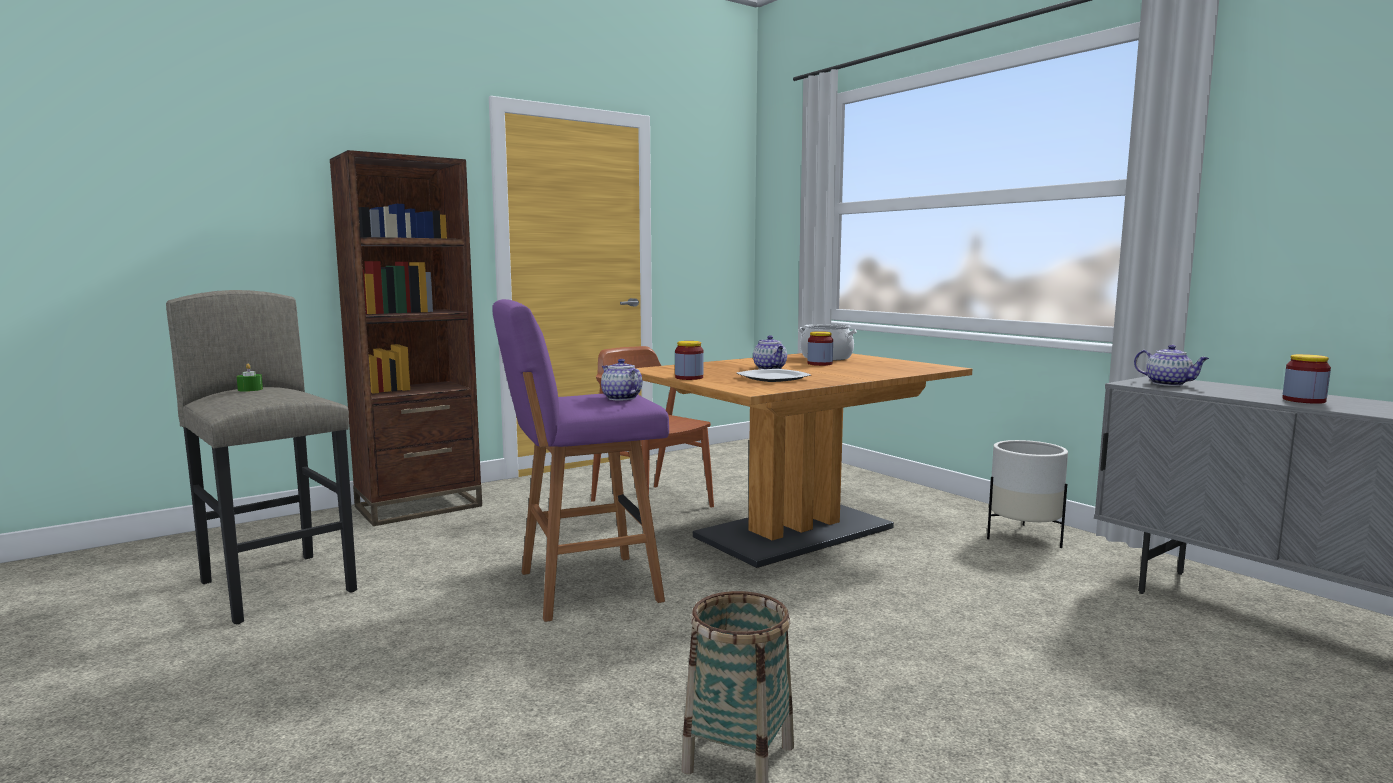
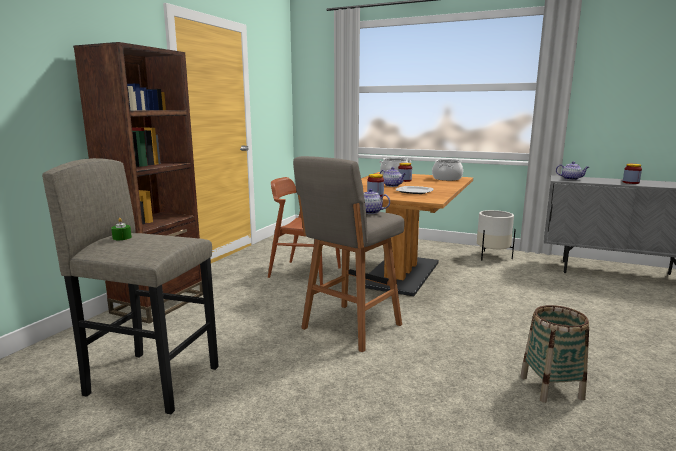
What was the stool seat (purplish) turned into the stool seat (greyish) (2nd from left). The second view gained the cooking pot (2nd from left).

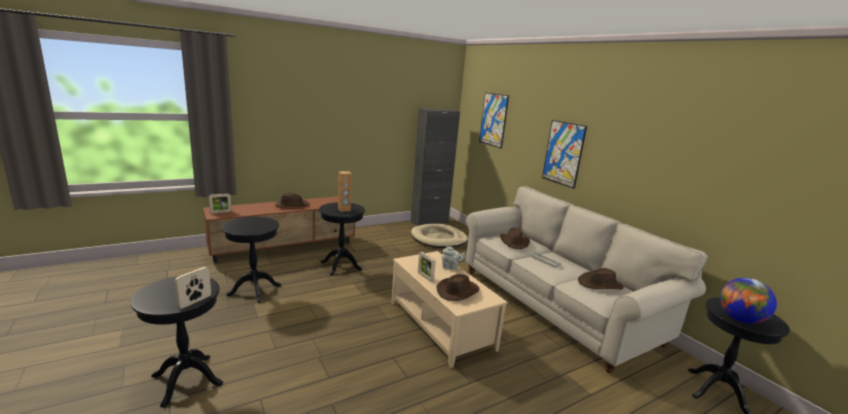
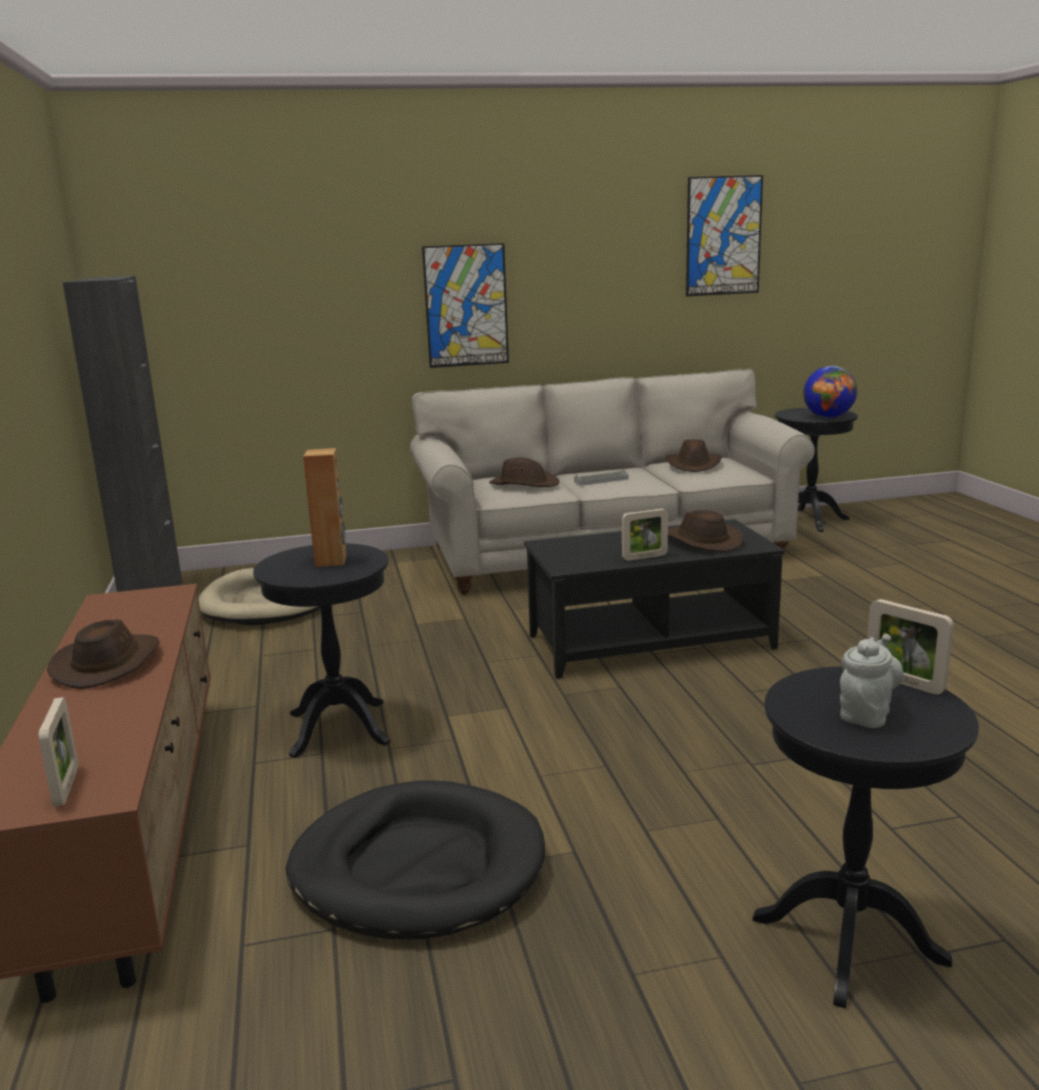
Where the accent table (black) (2nd from left) stood, the dog cushion (black) came to stand. What was the low table (beige-coloured) turned into the low table (black). The tea pot (greyish) ended up elsewhere. The wall picture (1st from left in the first image) ended up elsewhere.

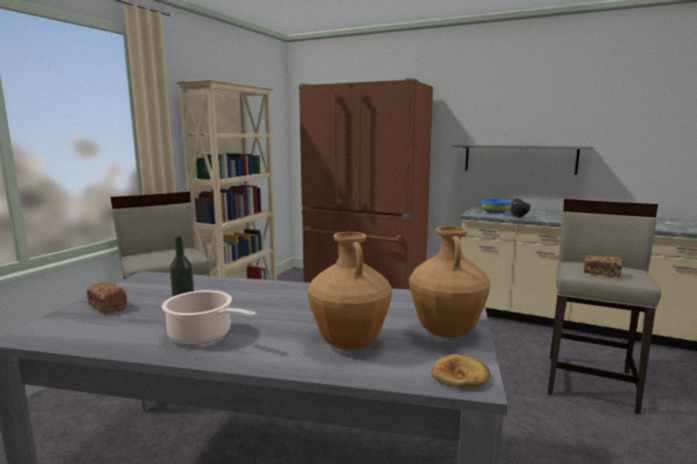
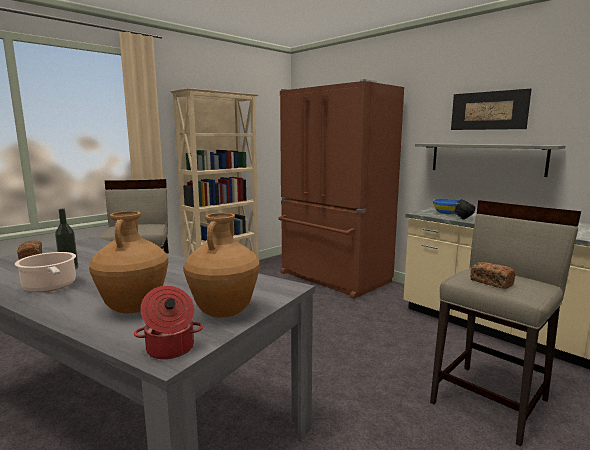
Where the baked bread (2nd from left) stood, the cooking pot (2nd from left) came to stand. The second view gained the wall picture.

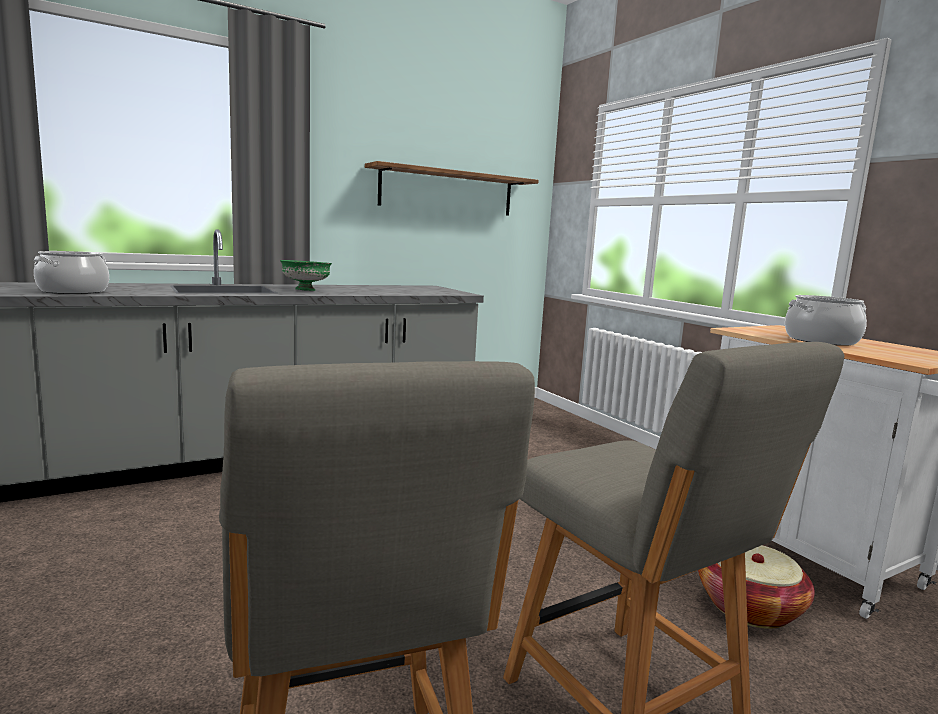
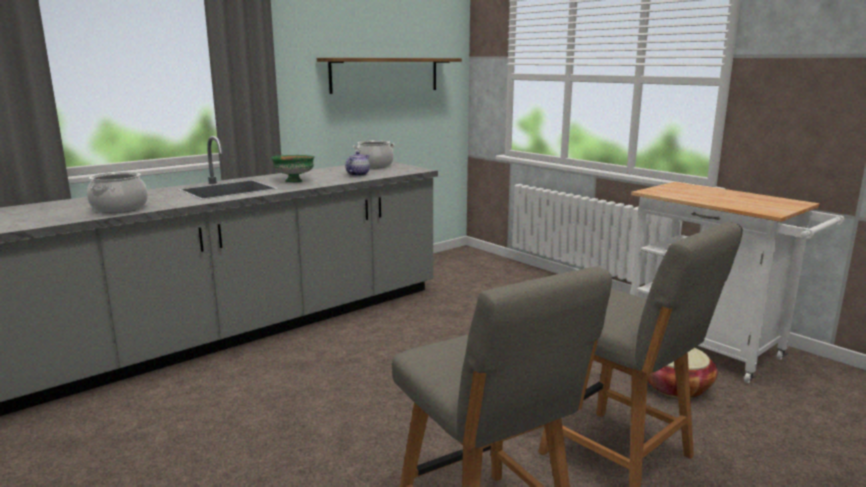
The cooking pot (2nd from left) ended up elsewhere. The second view gained the tea pot.

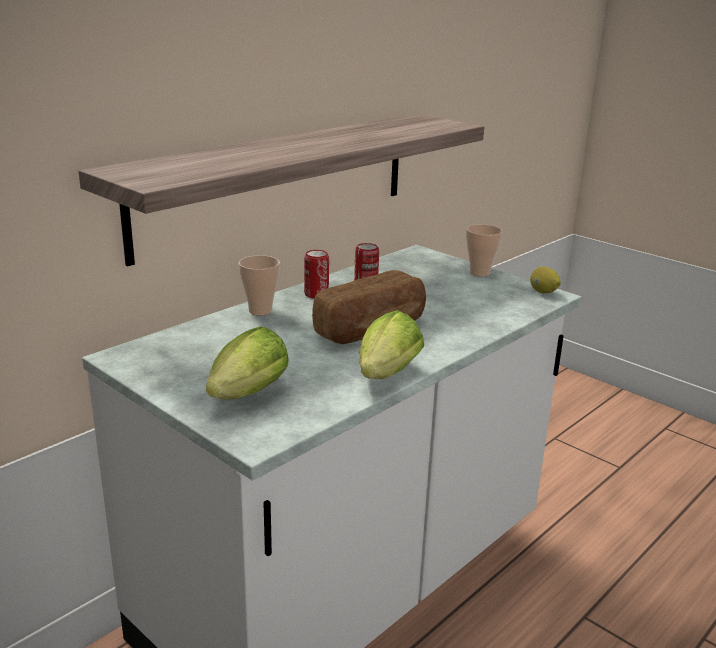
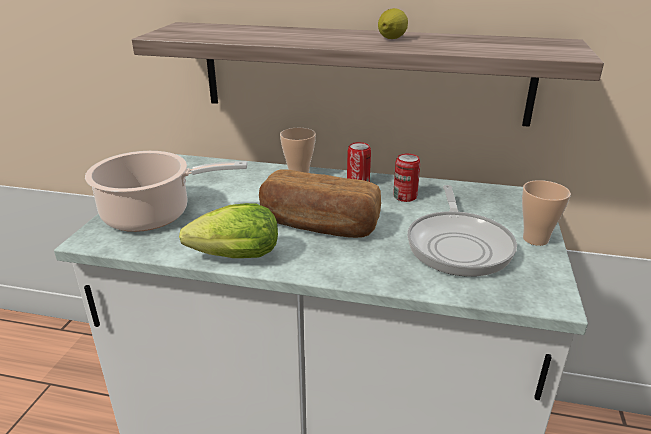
Where the lettuce head (1st from left) stood, the cooking pot came to stand. The citrus fruit ended up elsewhere. The second view gained the skillet.

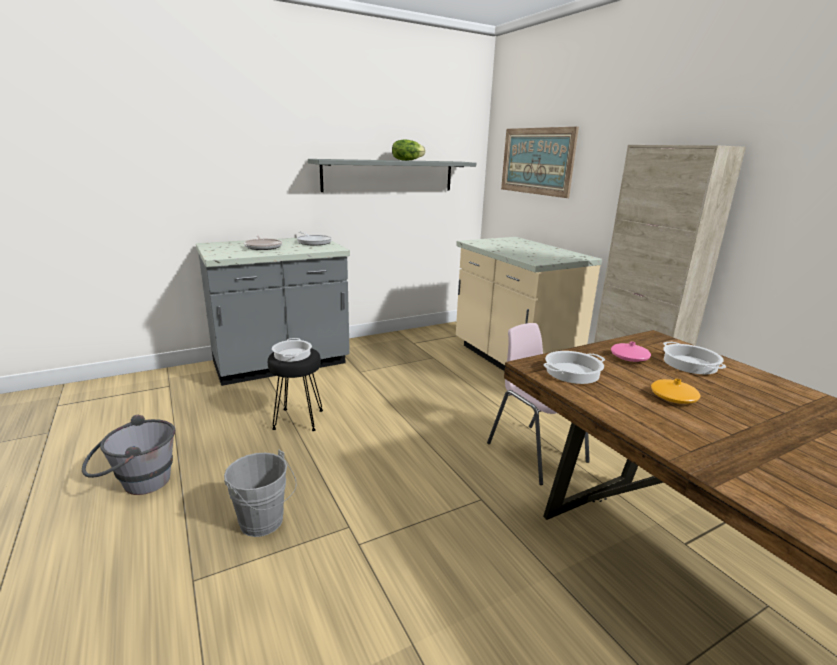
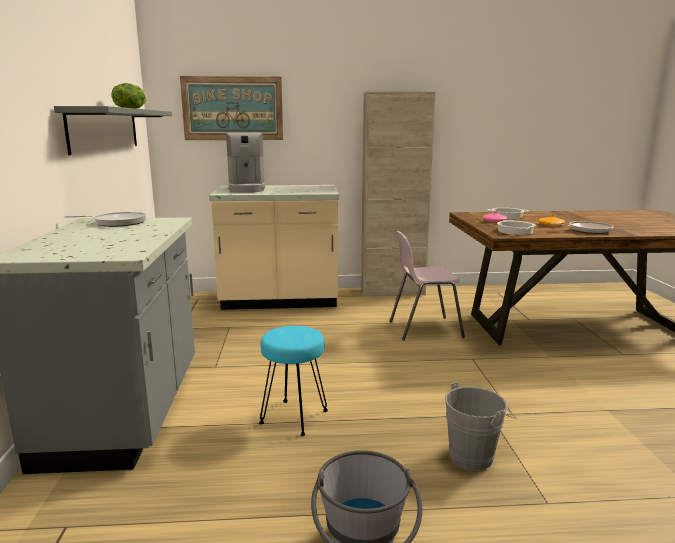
The skillet (1st from left in the first image) ended up elsewhere. What was the stool seat (black) turned into the stool seat (blue-green). The second view lost the cooking pot (1st from left). The second view gained the coffee maker.

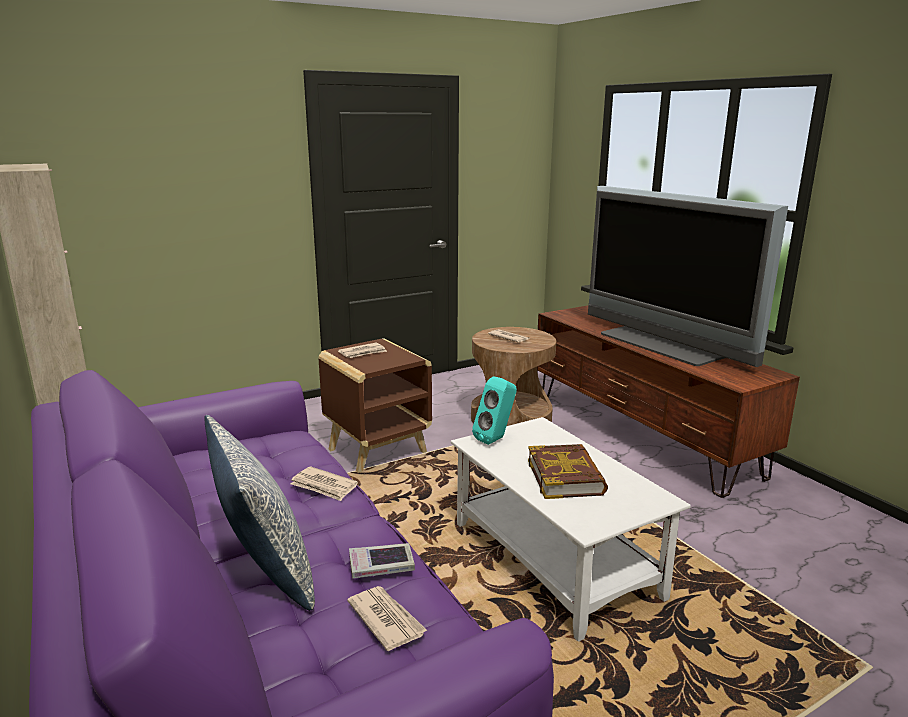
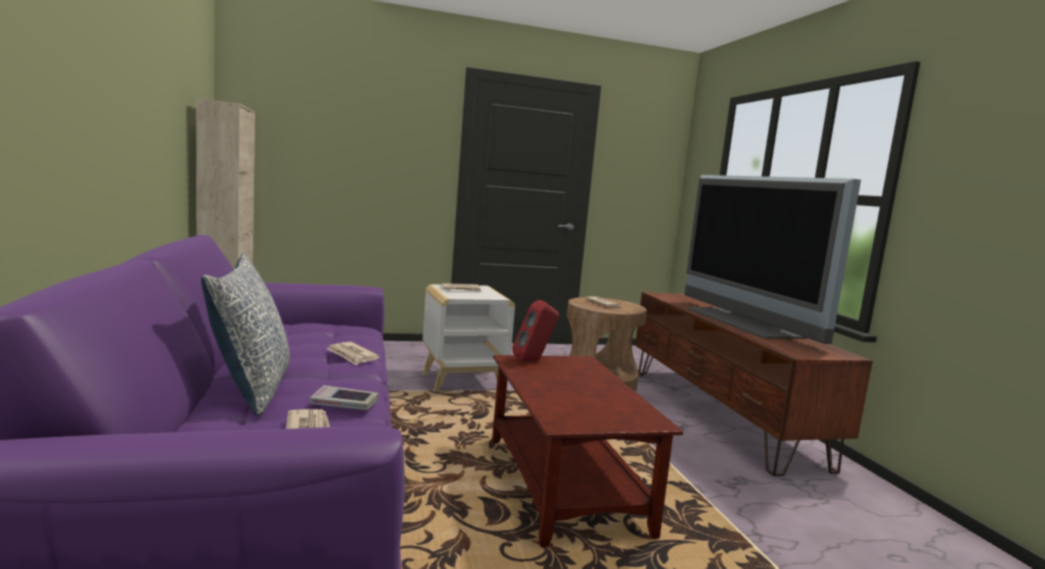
What was the accent table (brownish) (1st from left) turned into the accent table (white). What was the low table (white) turned into the low table (brownish). What was the loudspeaker (blue-green) turned into the loudspeaker (reddish). The second view lost the volume (2nd from left).

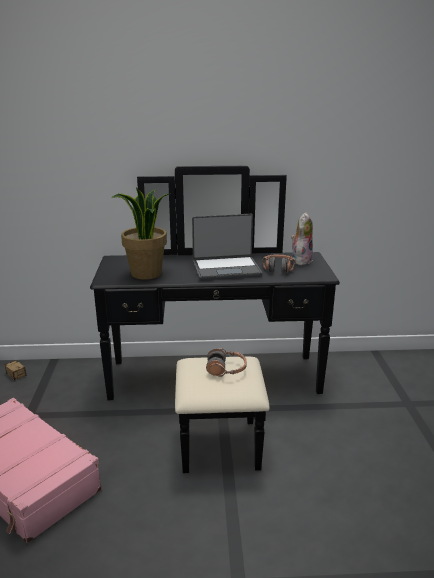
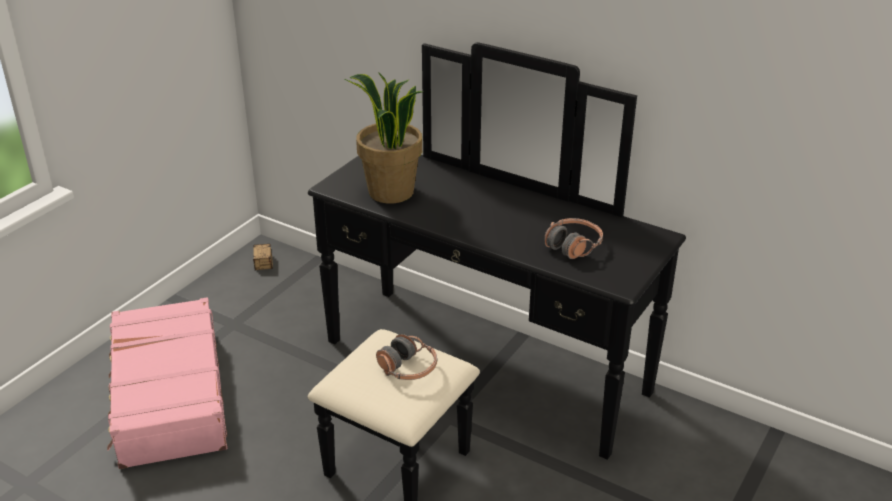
The second view lost the notebook computer. The second view lost the soft toy.

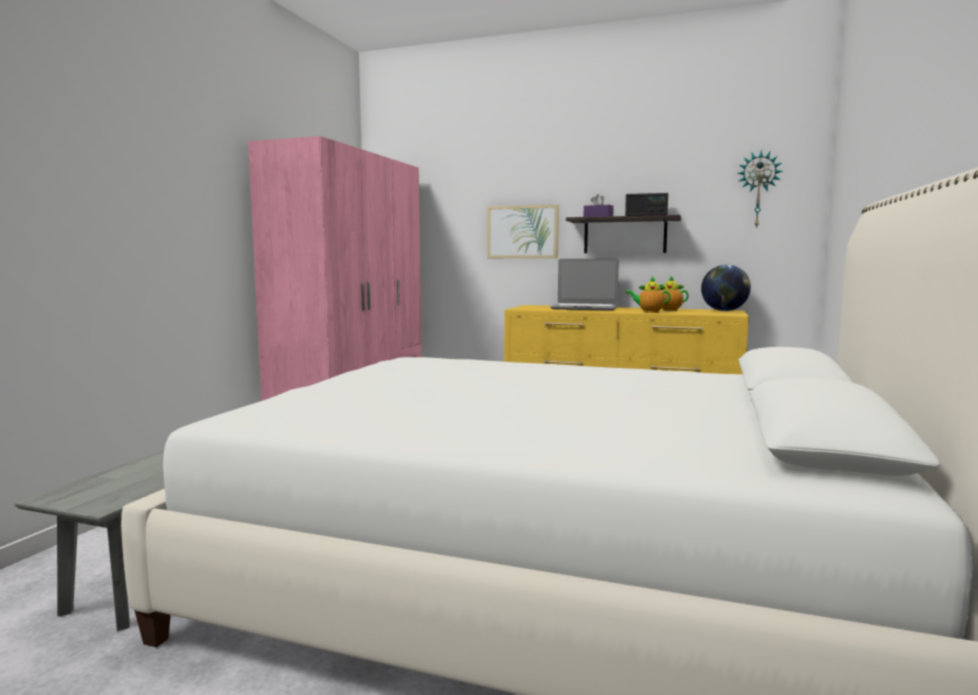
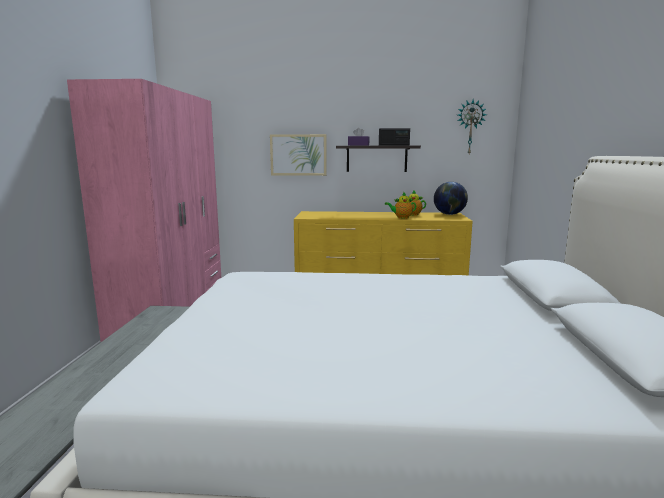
The second view lost the notebook computer.

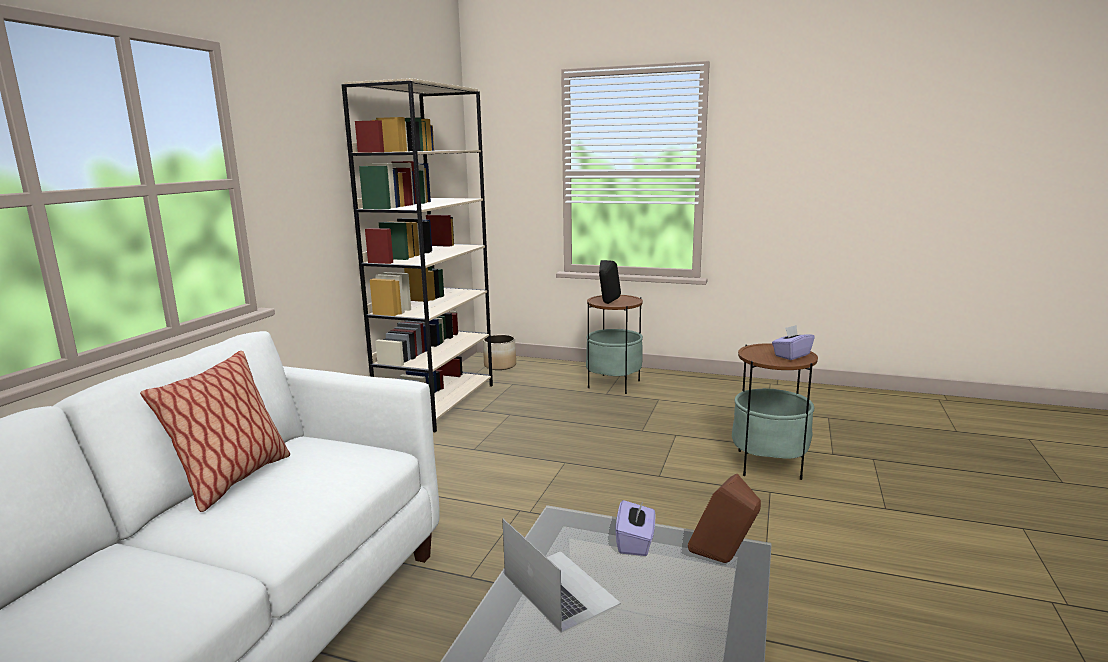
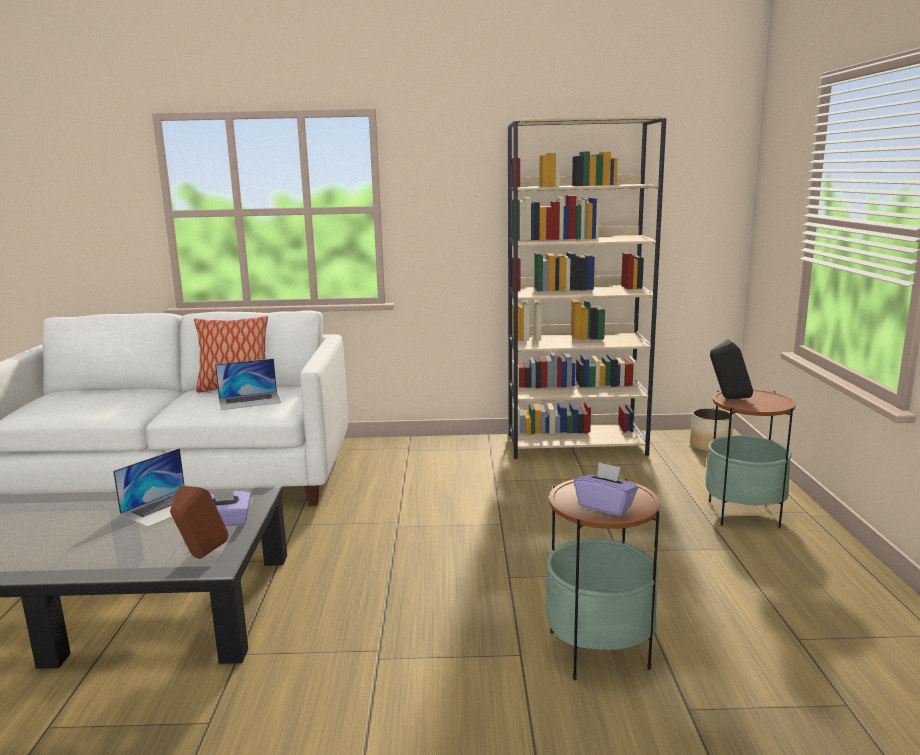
The second view gained the notebook computer (2nd from left).

